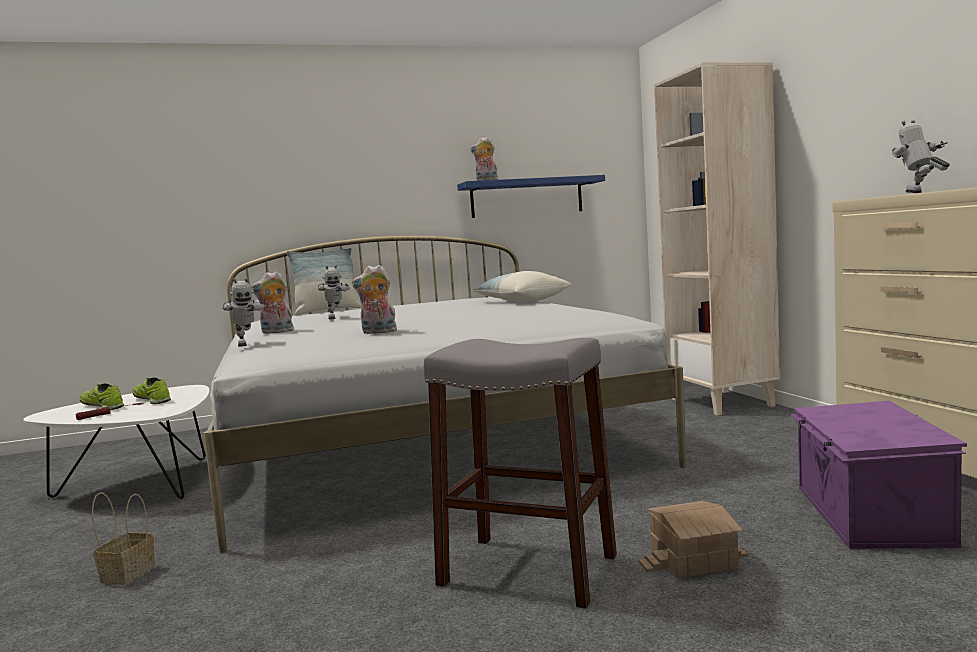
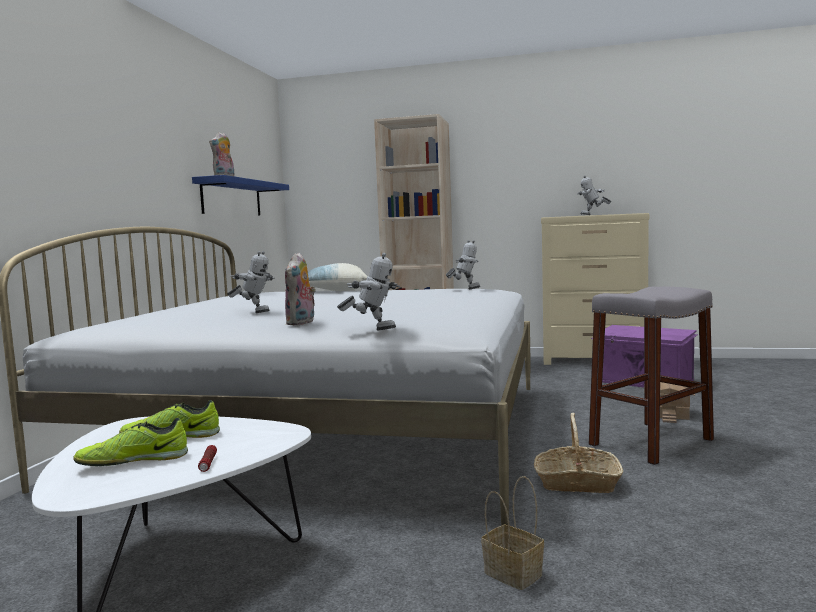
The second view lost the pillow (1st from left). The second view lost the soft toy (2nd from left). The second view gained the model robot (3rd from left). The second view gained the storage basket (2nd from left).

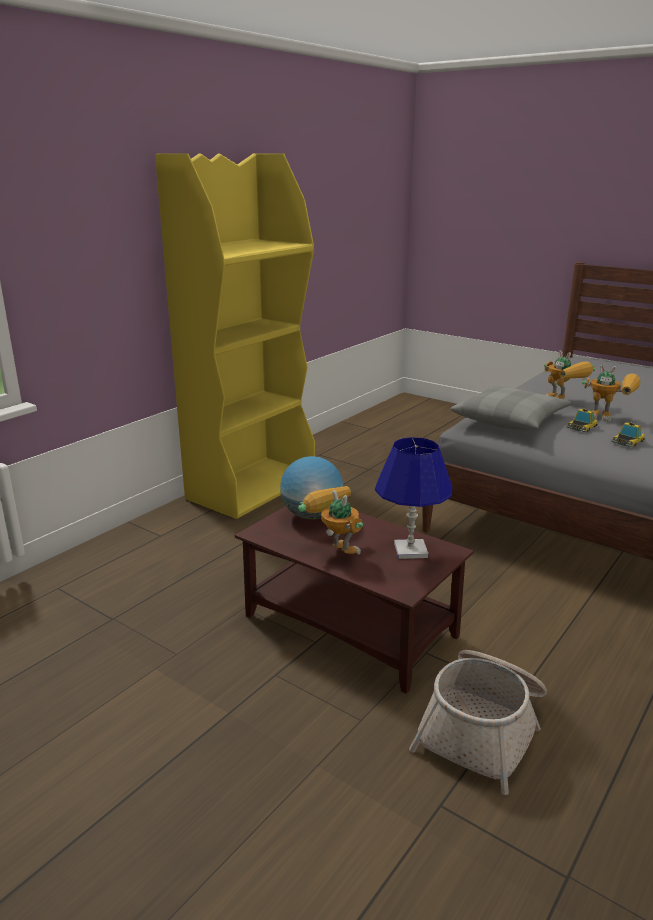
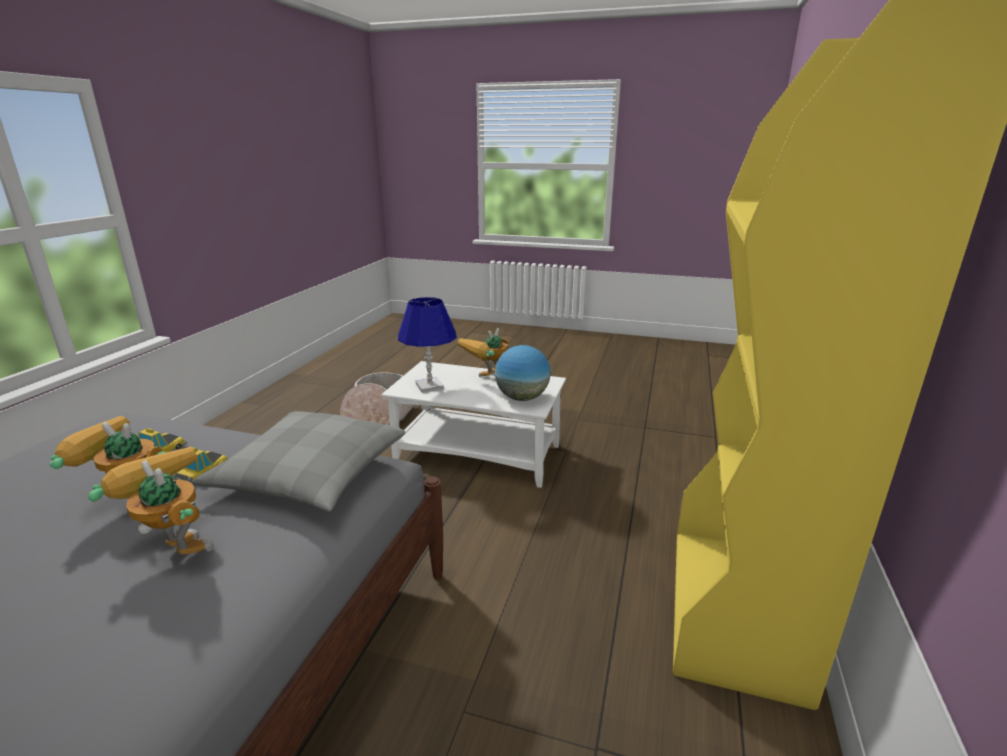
What was the low table (brownish) turned into the low table (white). The model robot (1st from left in the first image) ended up facing another way, 105 degrees clockwise from before.

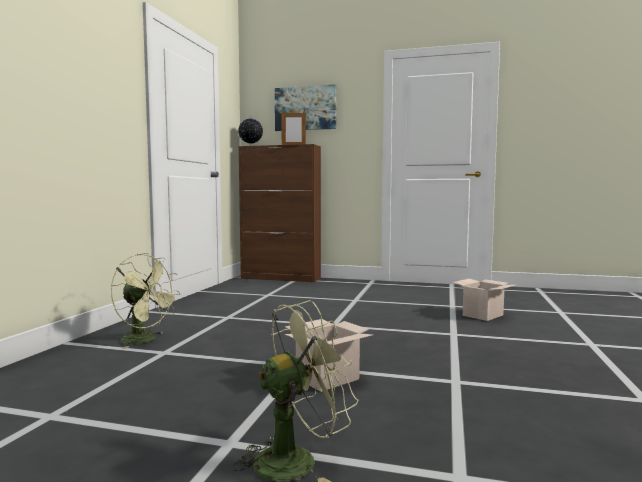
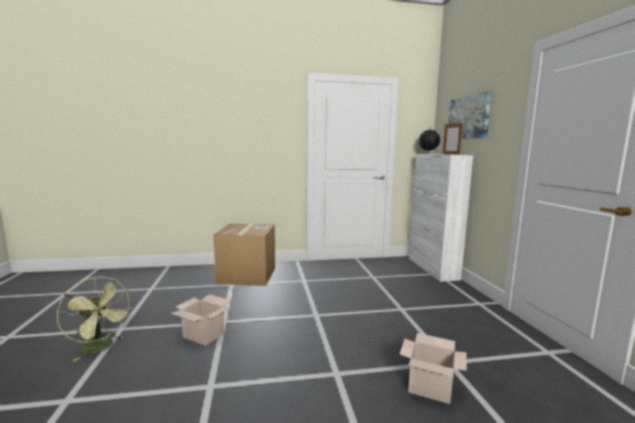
Where the cooling fan (green-coloured) (1st from left) stood, the cardboard box (2nd from left) came to stand. What was the cabinet (brownish) turned into the cabinet (white).

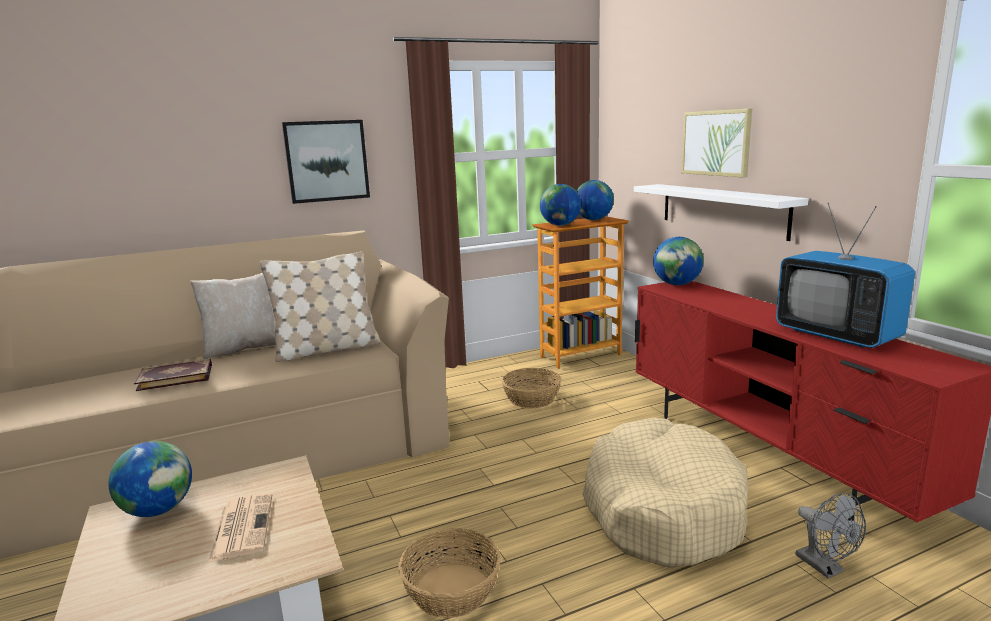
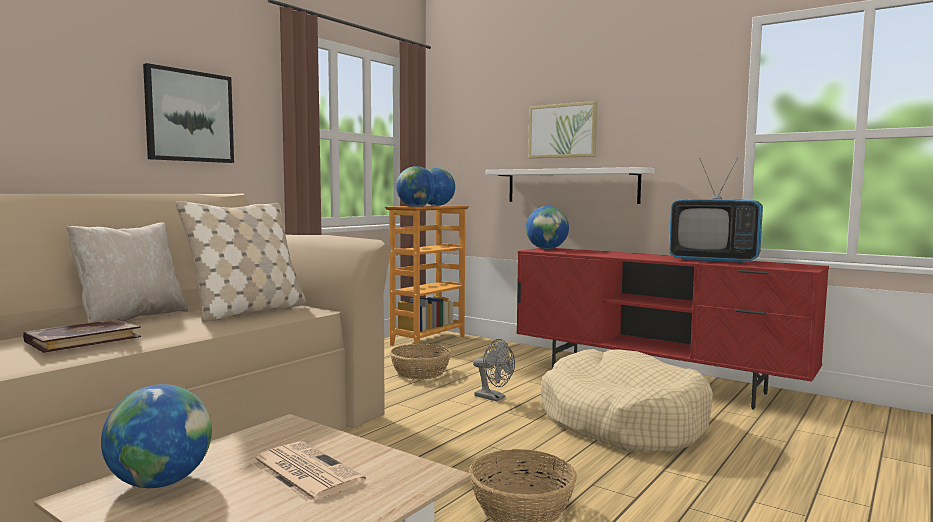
The cooling fan (greyish) ended up elsewhere.

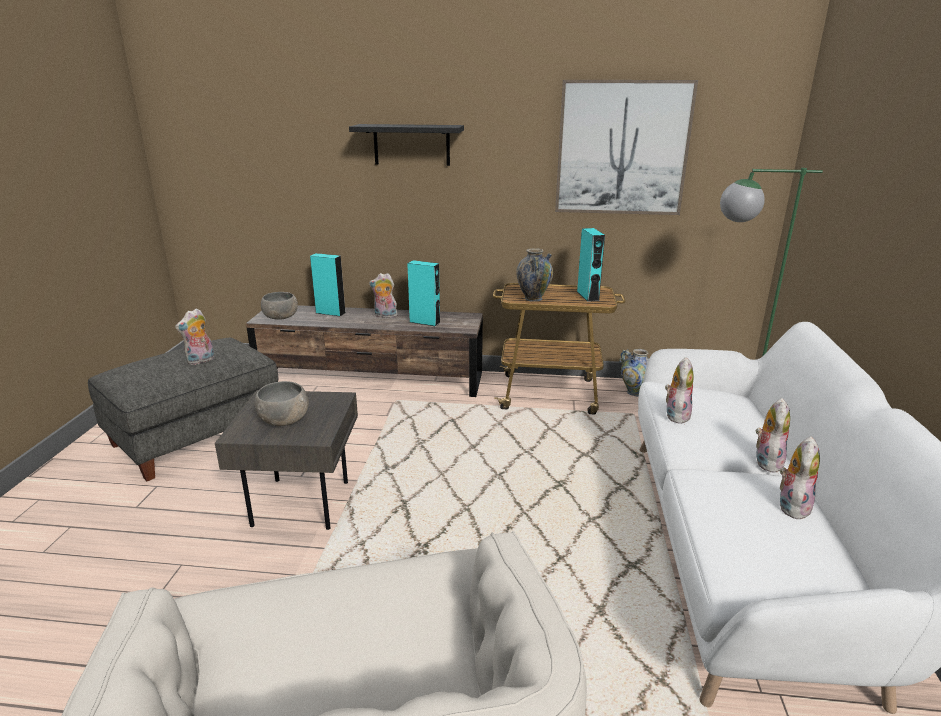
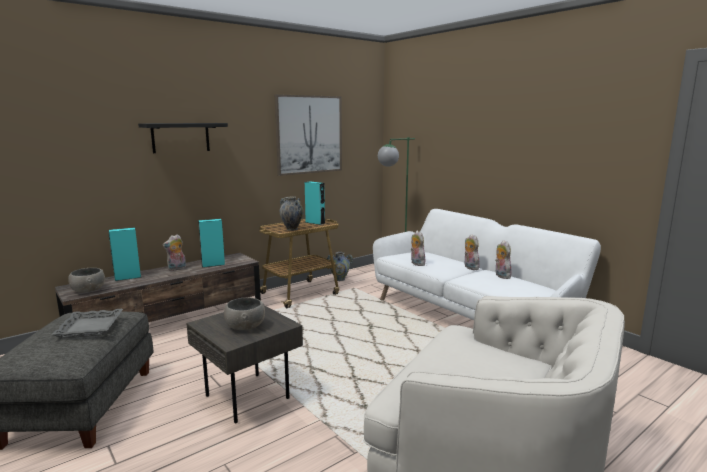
Where the soft toy (1st from left) stood, the serving tray (greyish) came to stand.

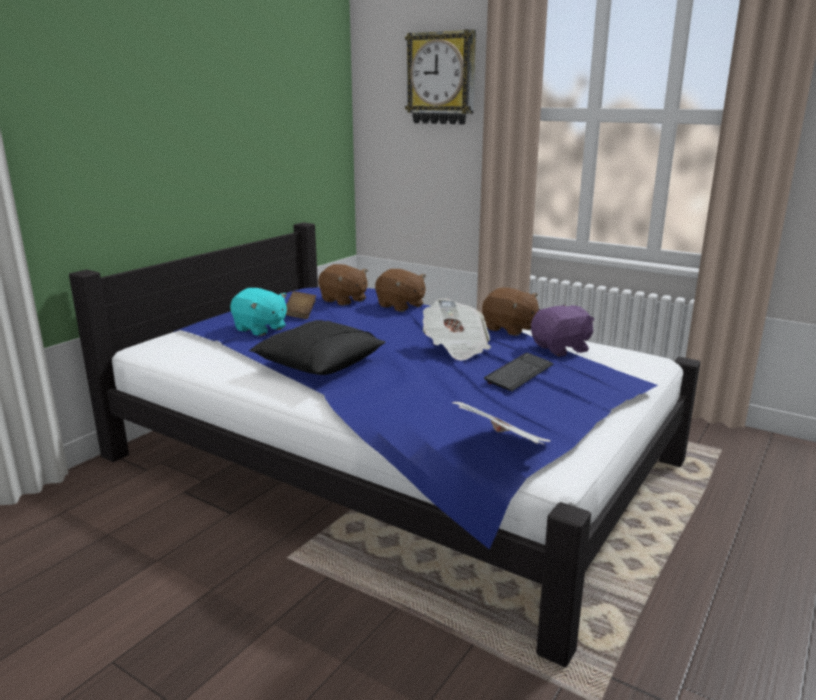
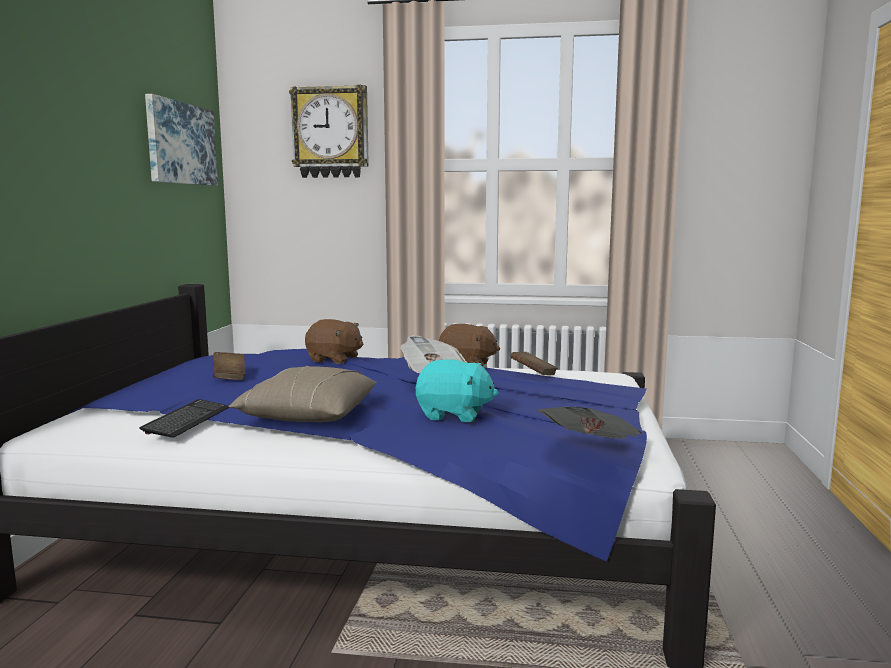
The soft toy (blue-green) ended up elsewhere. What was the pillow (black) turned into the pillow (beige-coloured). The second view lost the soft toy (brownish) (1st from left). The PC keyboard ended up elsewhere. Where the soft toy (purplish) stood, the volume (brownish) (2nd from left) came to stand. The second view gained the wall picture.

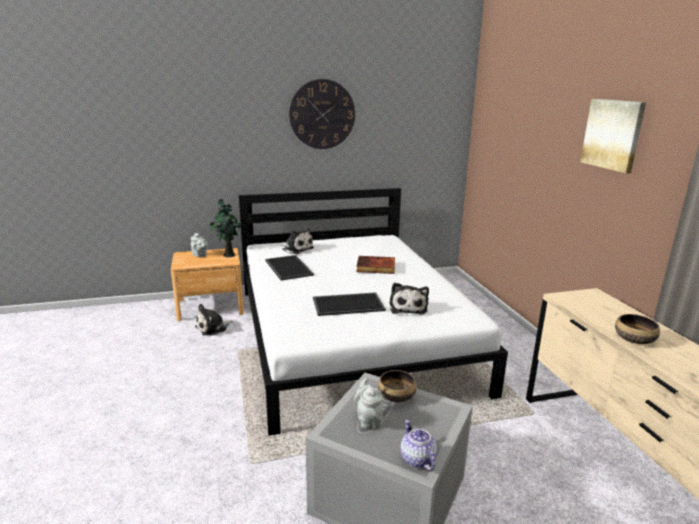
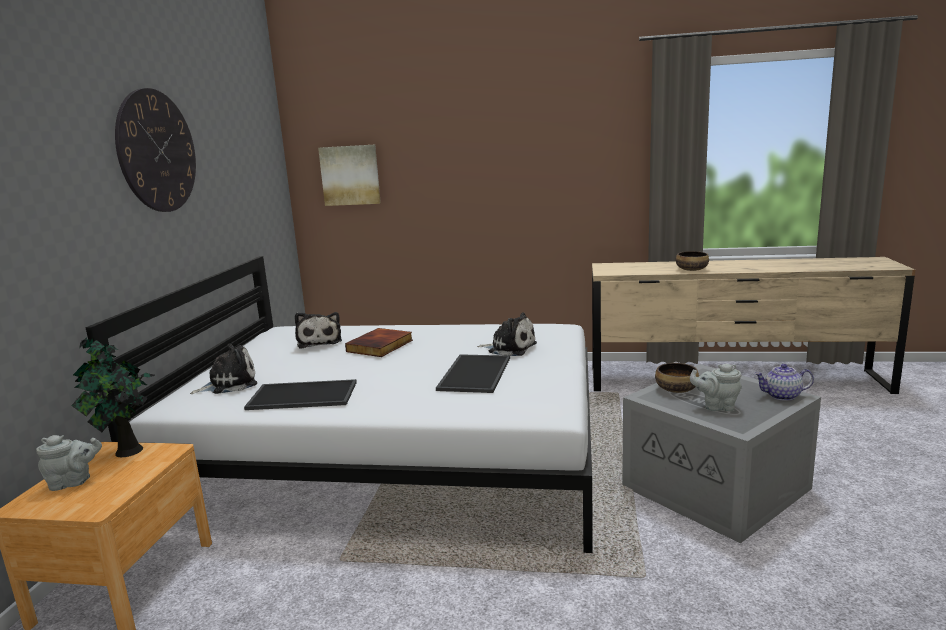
The soft toy (1st from left in the first image) ended up elsewhere. The wall picture ended up elsewhere.

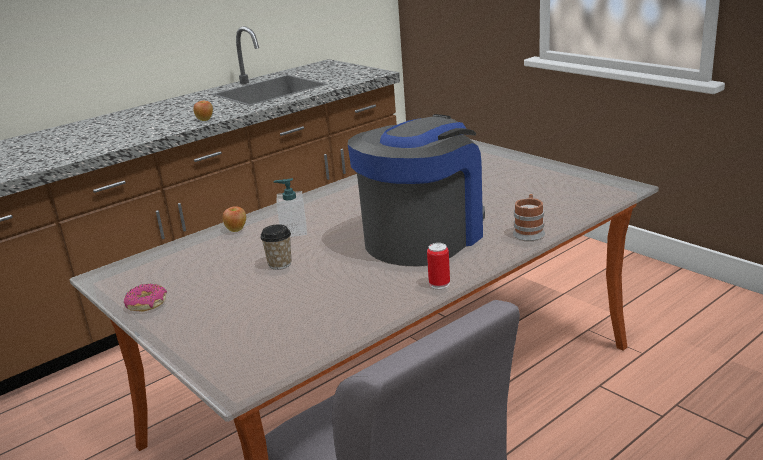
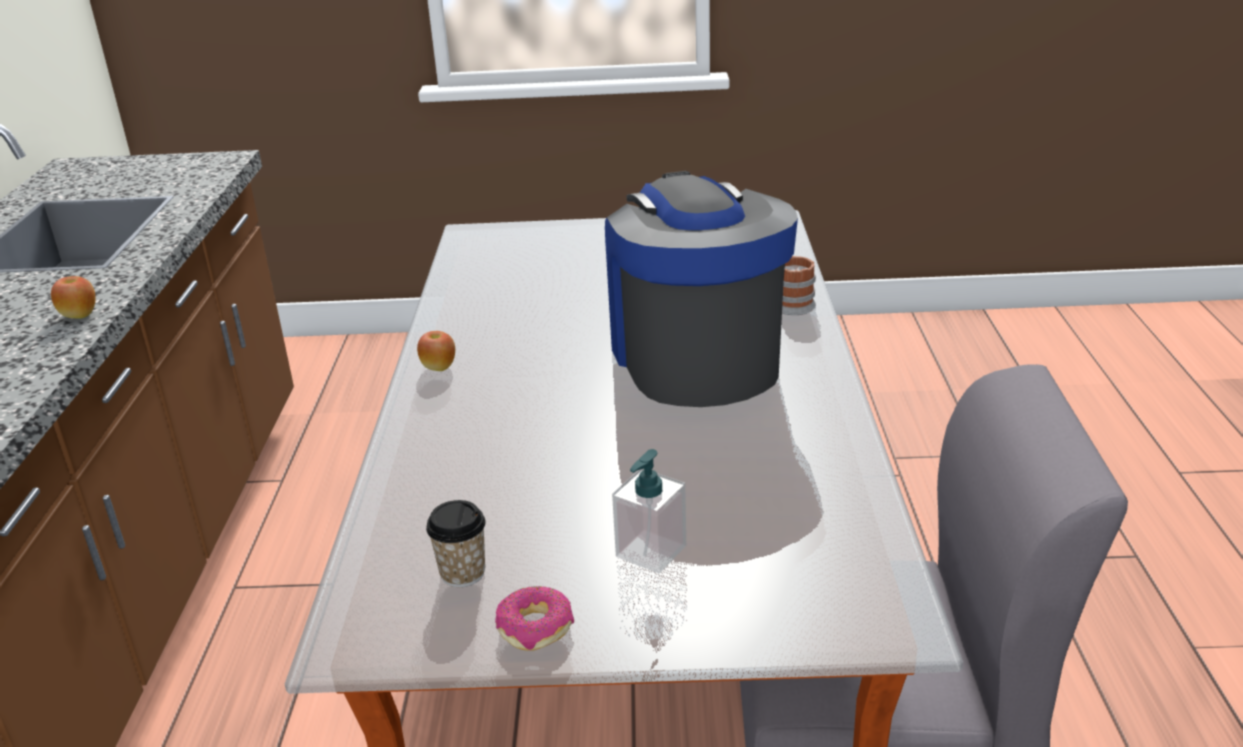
The whole apple (2nd from left) ended up elsewhere. The cup ended up elsewhere. The liquid soap bottle ended up elsewhere. The second view lost the sealed can.

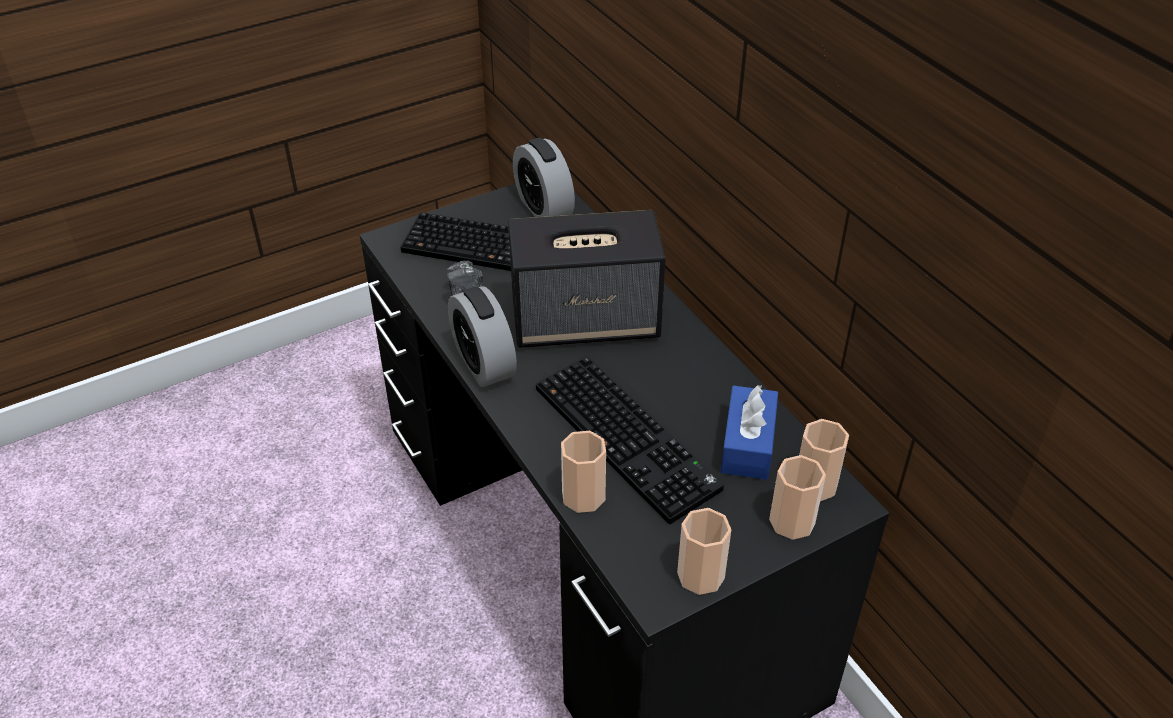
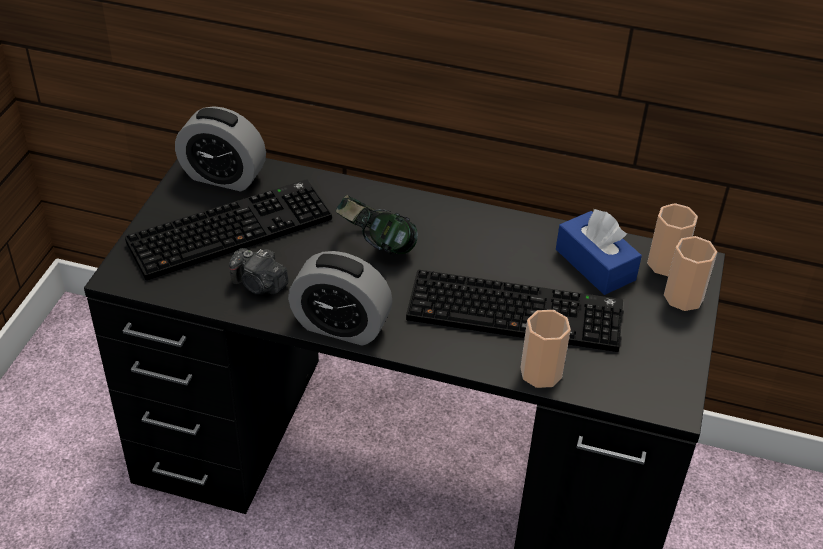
Where the loudspeaker stood, the pair of headphones came to stand. The second view lost the cup (2nd from left).

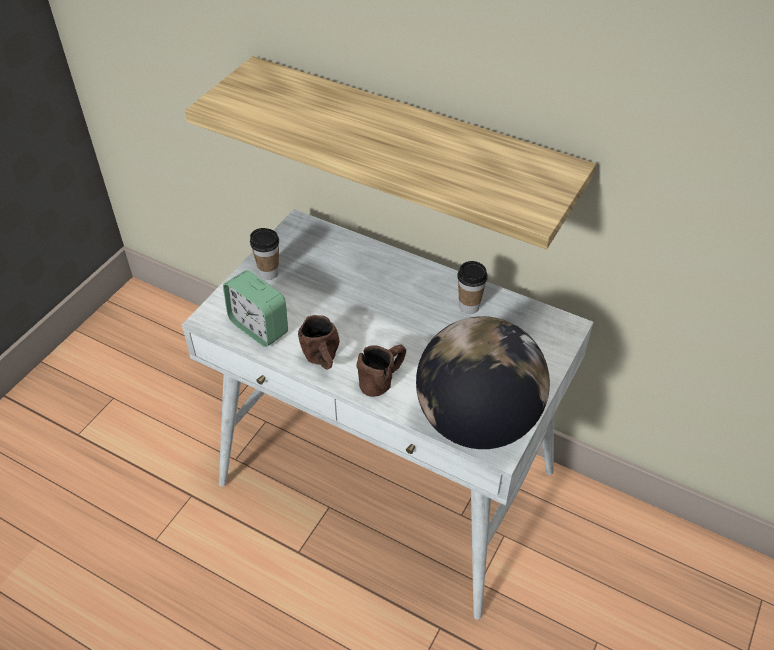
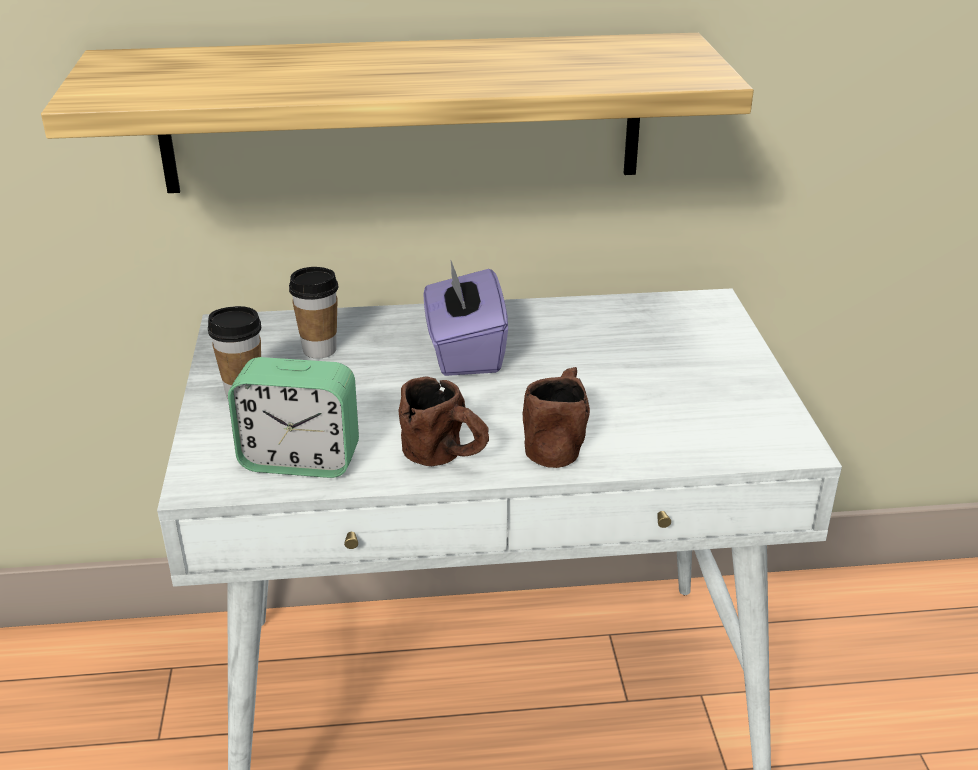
The second view lost the desk globe. The cup (2nd from left) ended up elsewhere. The second view gained the tissue holder (purplish).

